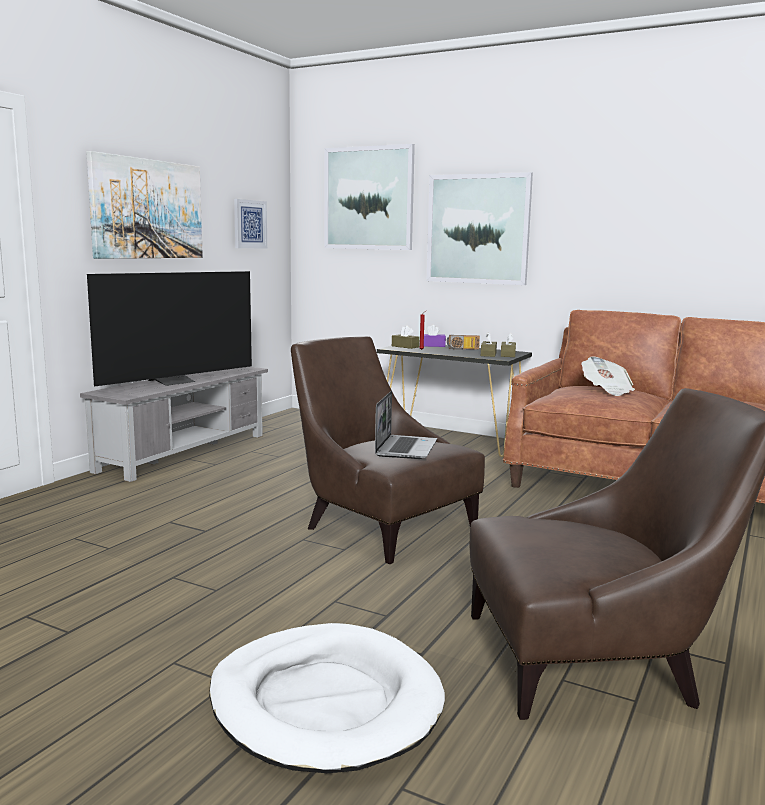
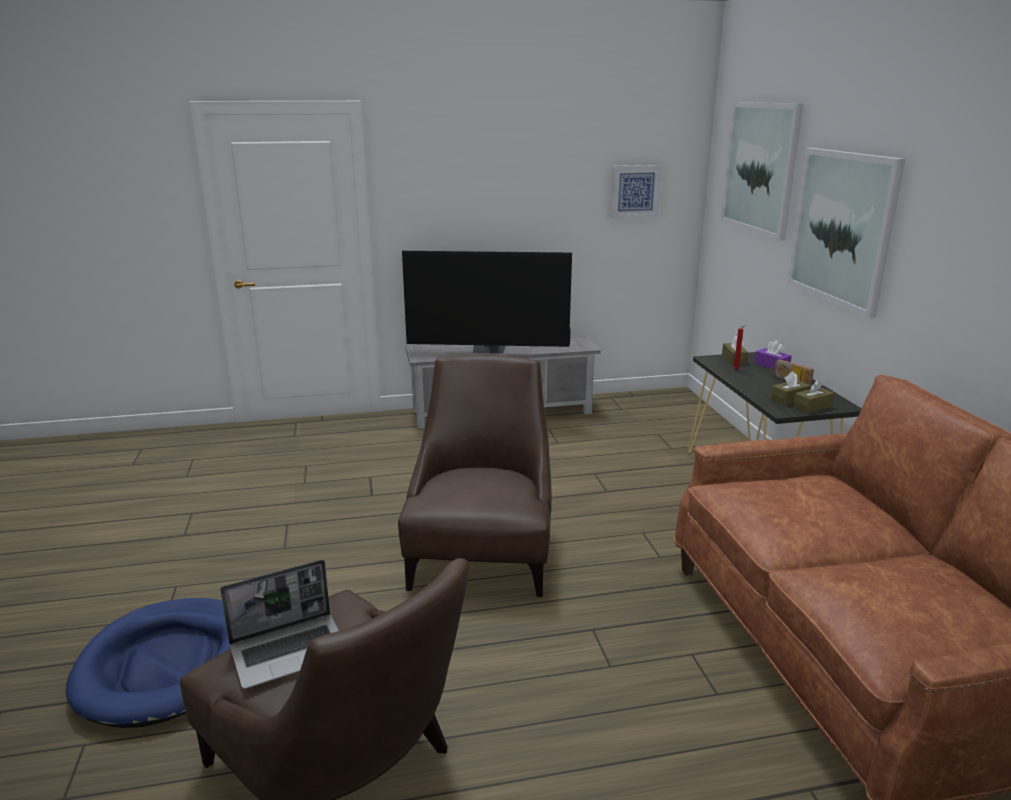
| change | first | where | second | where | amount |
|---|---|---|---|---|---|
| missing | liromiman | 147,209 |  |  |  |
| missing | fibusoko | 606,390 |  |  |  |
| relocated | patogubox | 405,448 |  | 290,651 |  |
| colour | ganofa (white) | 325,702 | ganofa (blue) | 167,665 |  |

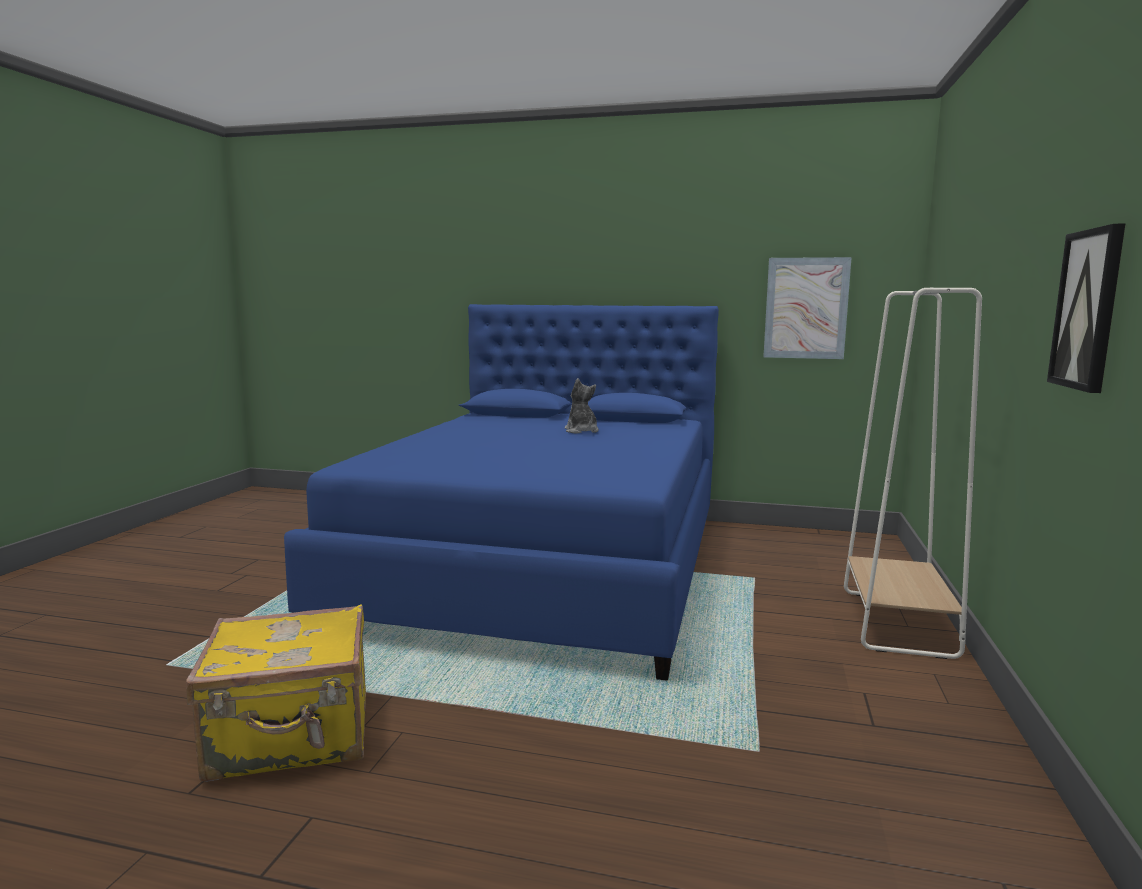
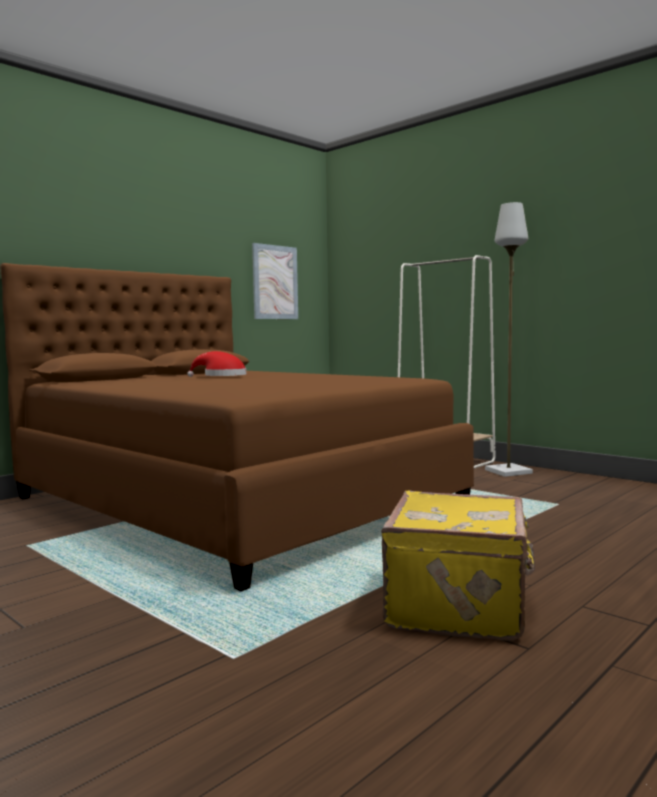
| change | first | where | second | where | amount |
|---|---|---|---|---|---|
| missing | liromiman | 1088,309 |  |  |  |
| appeared |  |  | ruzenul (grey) | 509,472 |  |
| exchanged | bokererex | 581,431 | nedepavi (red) | 221,376 |  |
| colour | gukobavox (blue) | 544,566 | gukobavox (brown) | 234,501 |  |

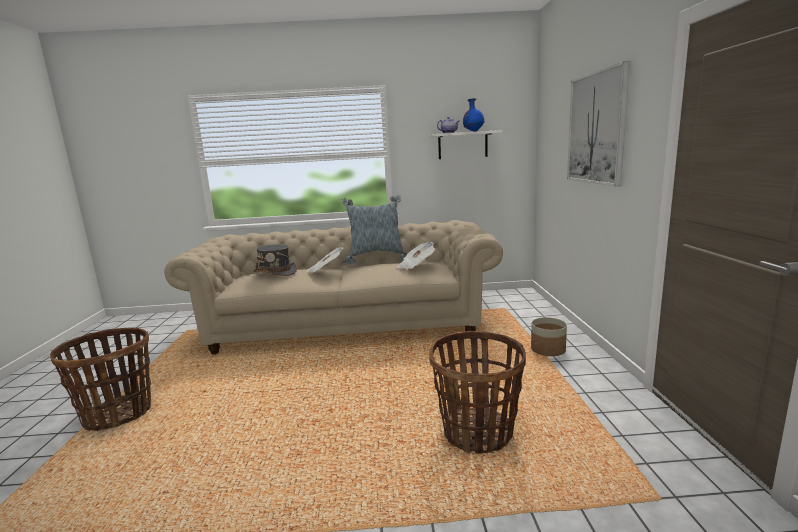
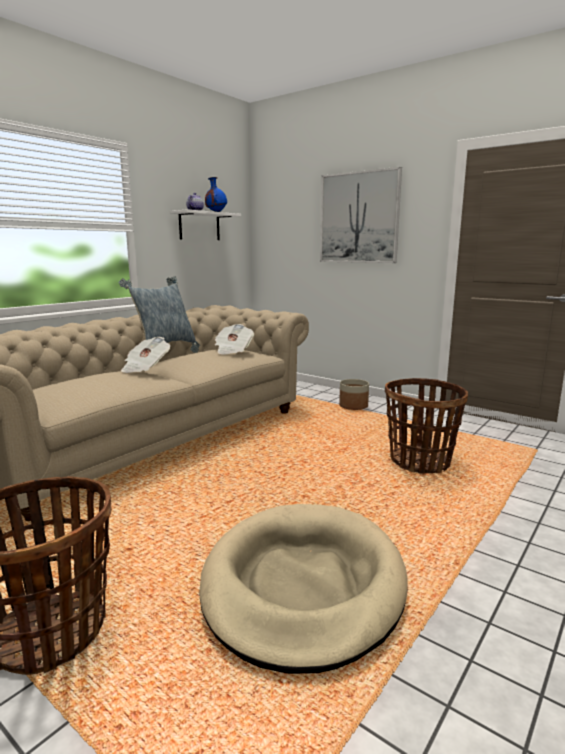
| change | first | where | second | where | amount |
|---|---|---|---|---|---|
| missing | nedepavi (grey) | 276,273 |  |  |  |
| appeared |  |  | ganofa (beige) | 303,585 |  |

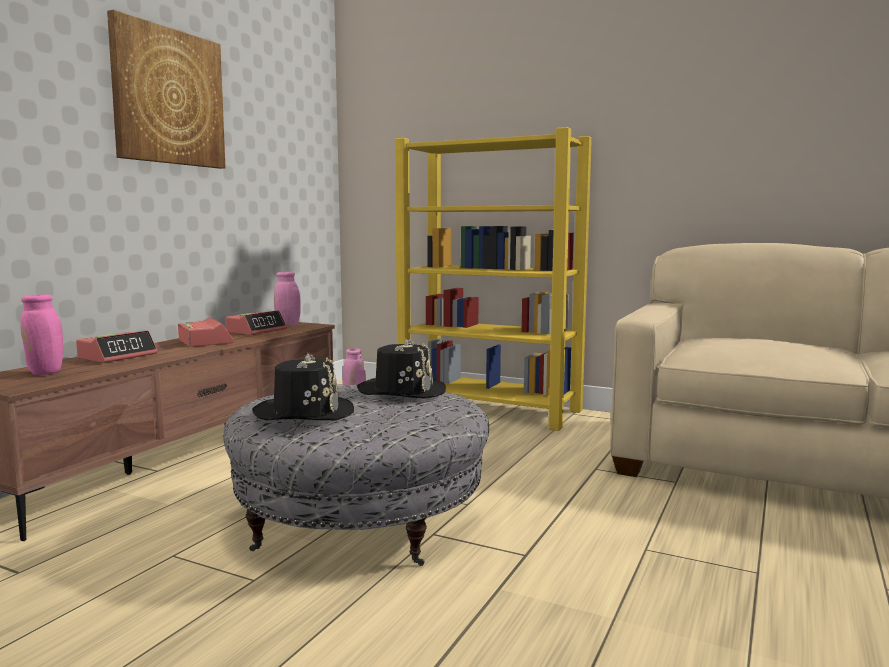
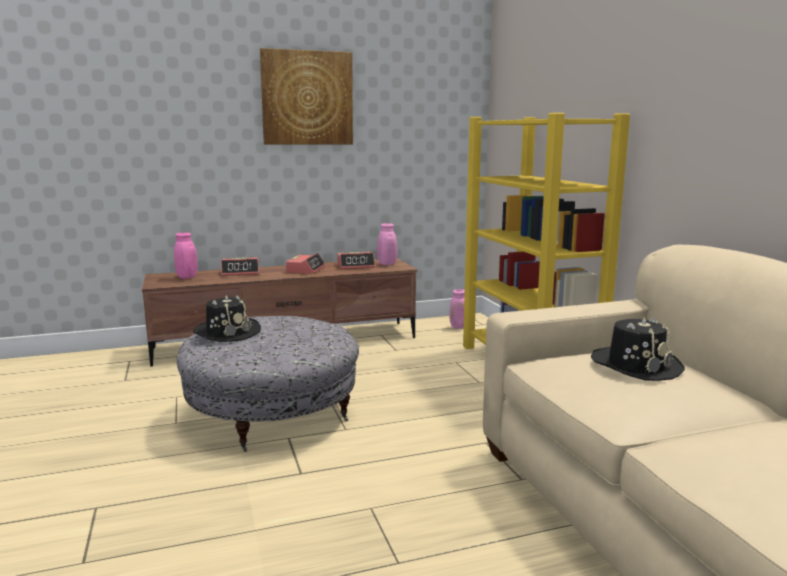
| change | first | where | second | where | amount |
|---|---|---|---|---|---|
| relocated | nedepavi (black) | 402,391 |  | 635,365 |  |

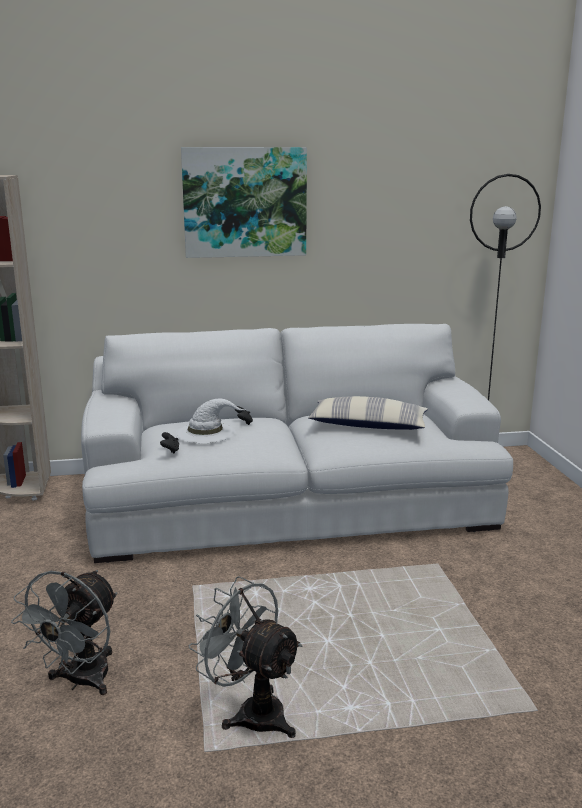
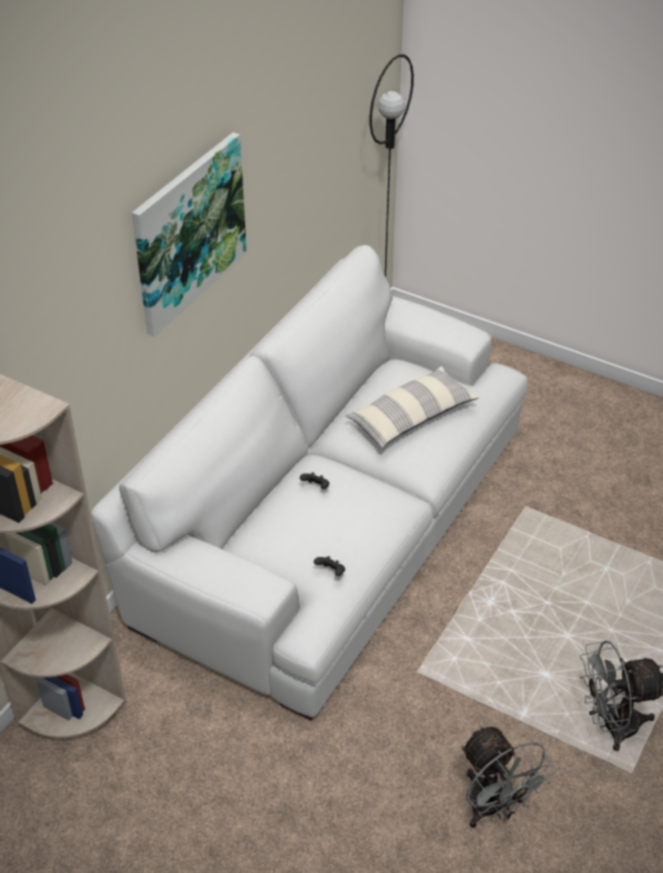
| change | first | where | second | where | amount |
|---|---|---|---|---|---|
| missing | nedepavi (white) | 206,432 |  |  |  |

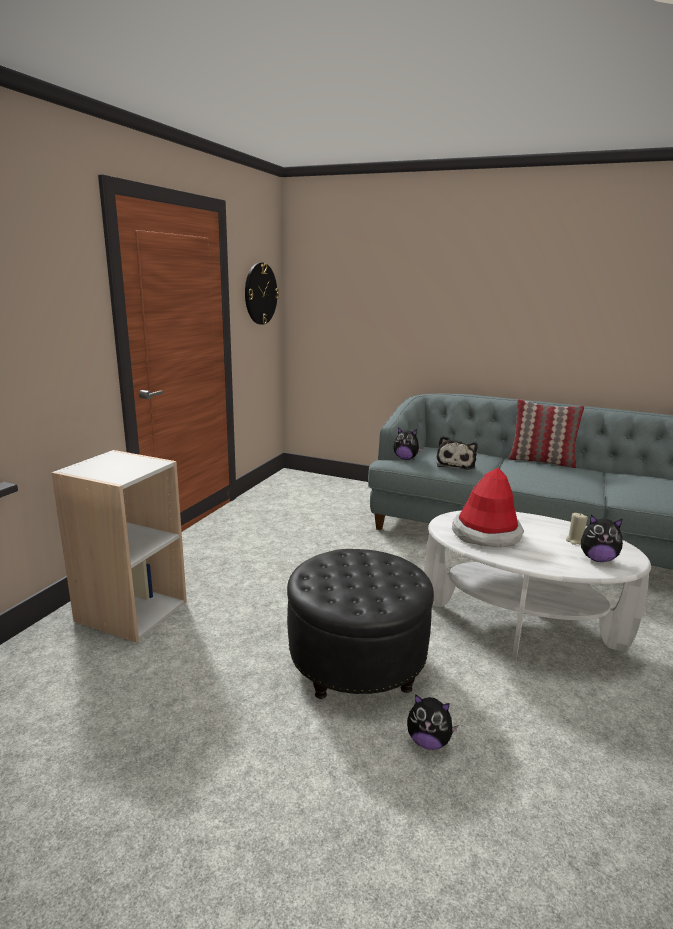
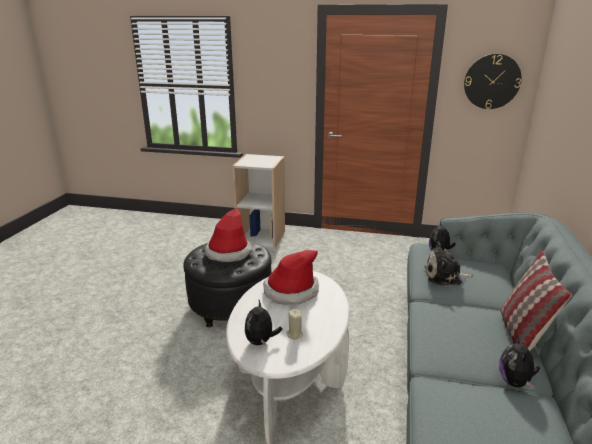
| change | first | where | second | where | amount |
|---|---|---|---|---|---|
| appeared |  |  | nedepavi | 228,253 |  |
| relocated | bokererex | 428,741 |  | 515,382 |  |

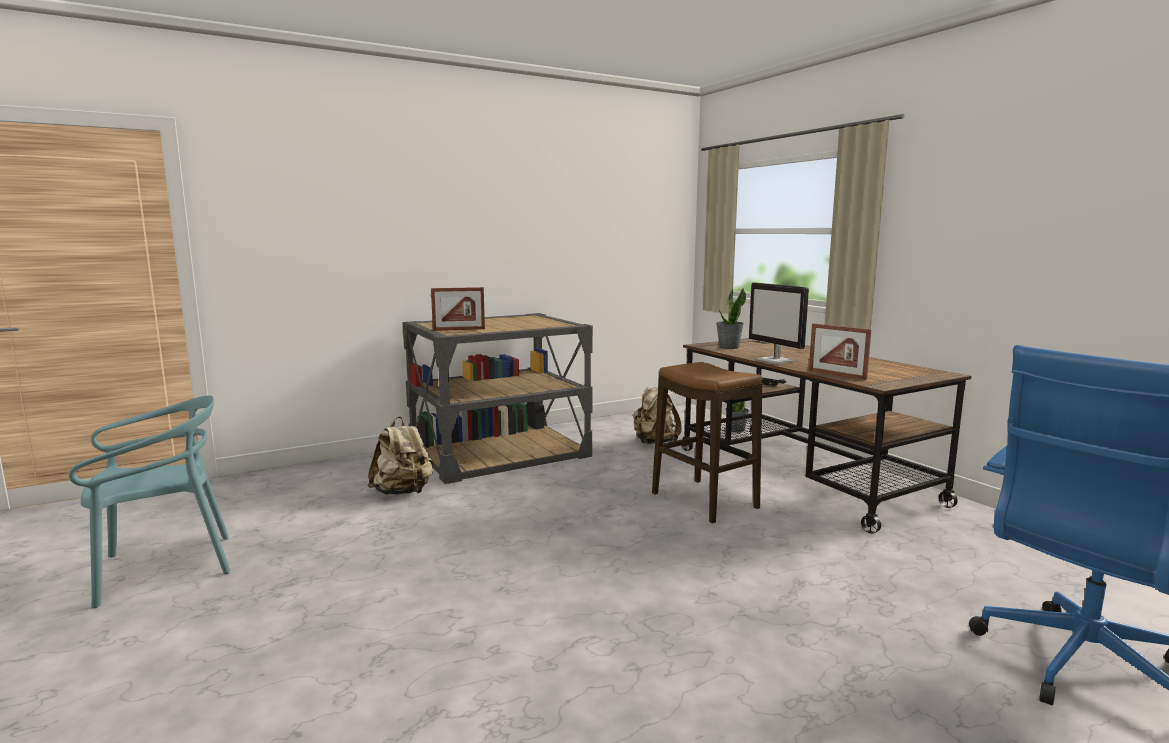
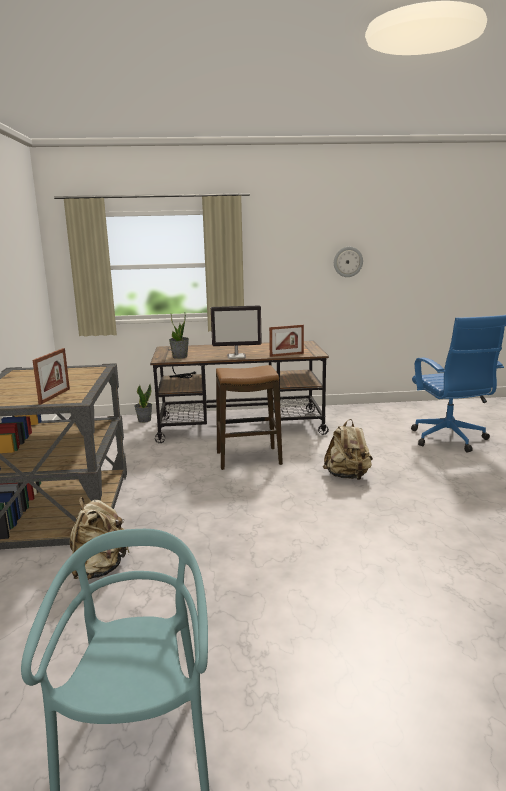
| change | first | where | second | where | amount |
|---|---|---|---|---|---|
| appeared |  |  | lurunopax | 348,261 |  |
| relocated | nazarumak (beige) | 654,443 |  | 348,476 |  |

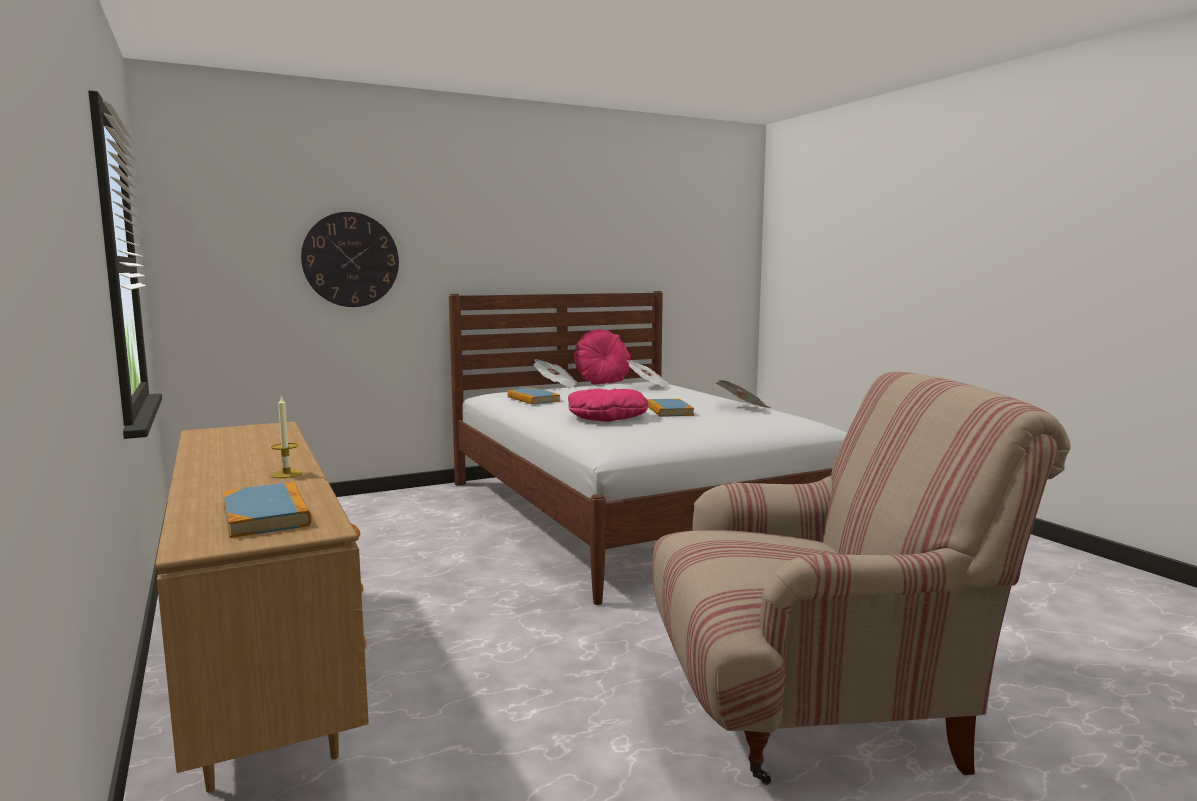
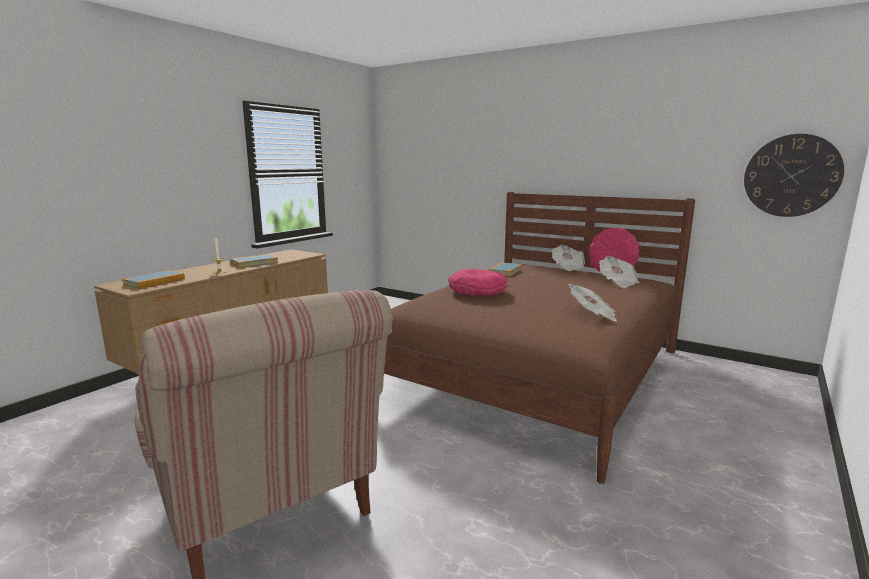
| change | first | where | second | where | amount |
|---|---|---|---|---|---|
| relocated | lurunopax | 351,259 |  | 791,176 |  |
| relocated | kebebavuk | 669,410 |  | 254,263 |  |
| colour | gukobavox (white) | 635,512 | gukobavox (brown) | 537,374 |  |

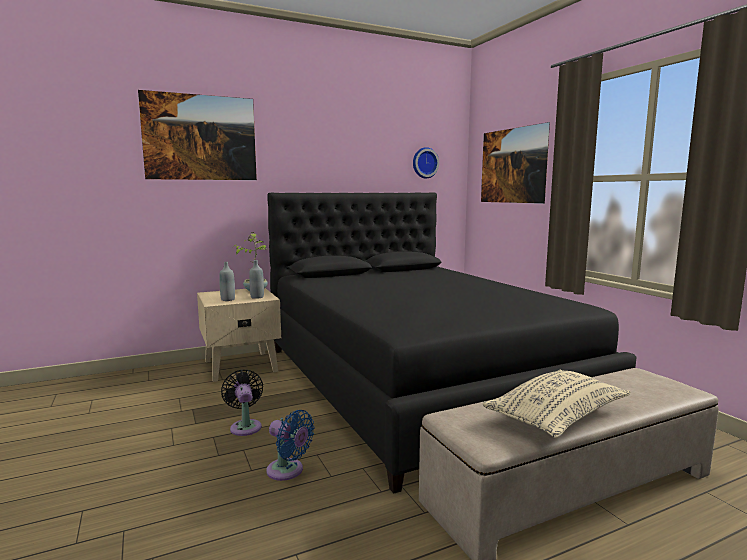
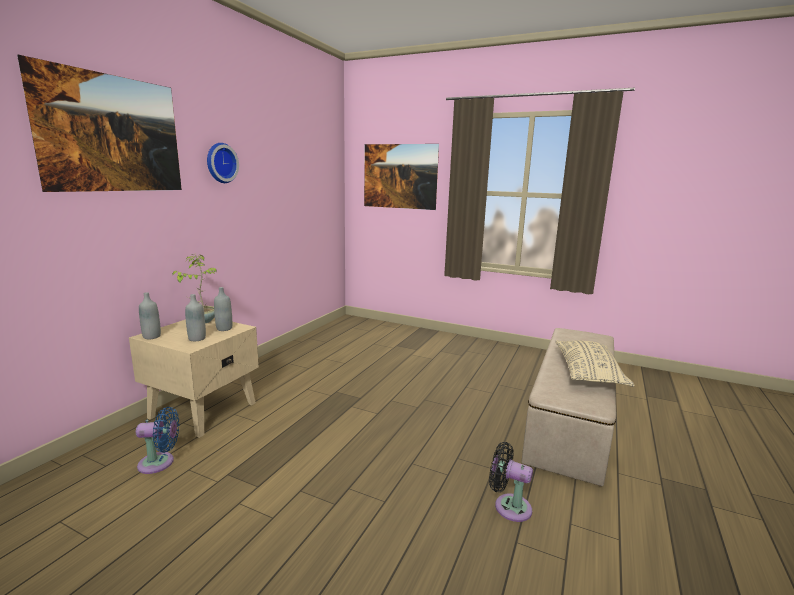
| change | first | where | second | where | amount |
|---|---|---|---|---|---|
| missing | gukobavox (black) | 417,381 |  |  |  |
| appeared |  |  | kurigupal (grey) | 152,336 |  |
| relocated | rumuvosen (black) | 245,426 |  | 509,506 |  |
| relocated | rumuvosen (blue) | 288,471 |  | 160,463 |  |
| relocated | lurunopax | 424,163 |  | 220,163 |  |

